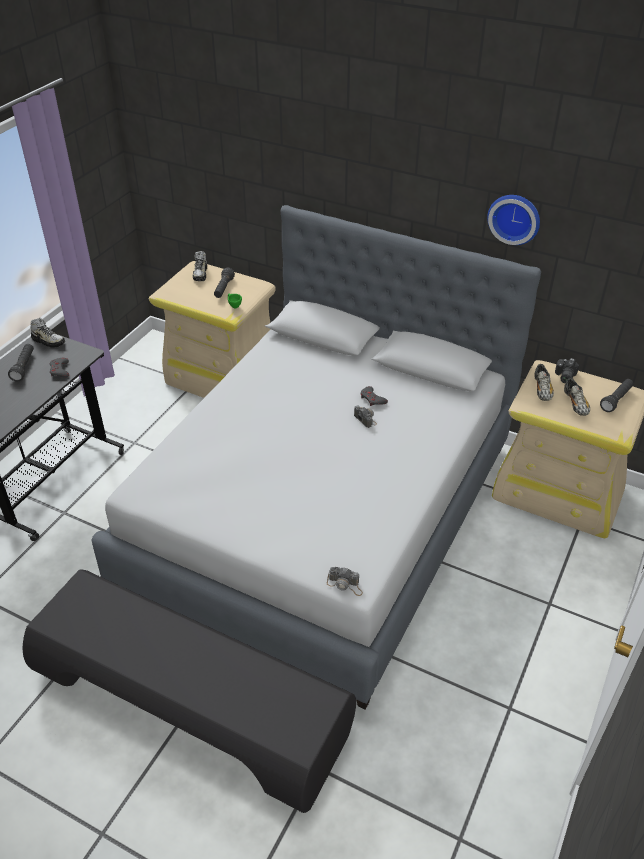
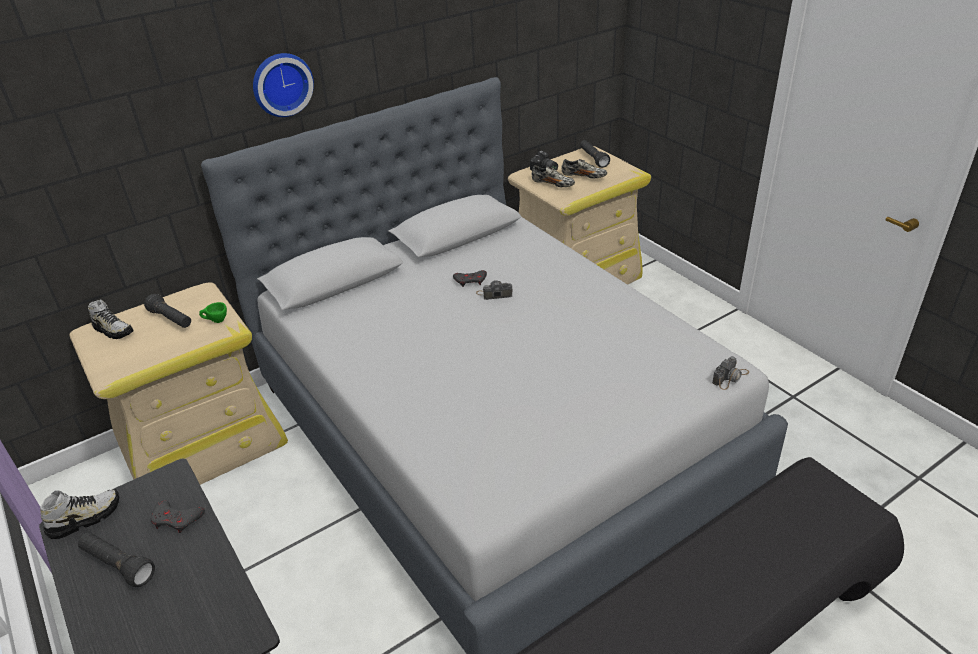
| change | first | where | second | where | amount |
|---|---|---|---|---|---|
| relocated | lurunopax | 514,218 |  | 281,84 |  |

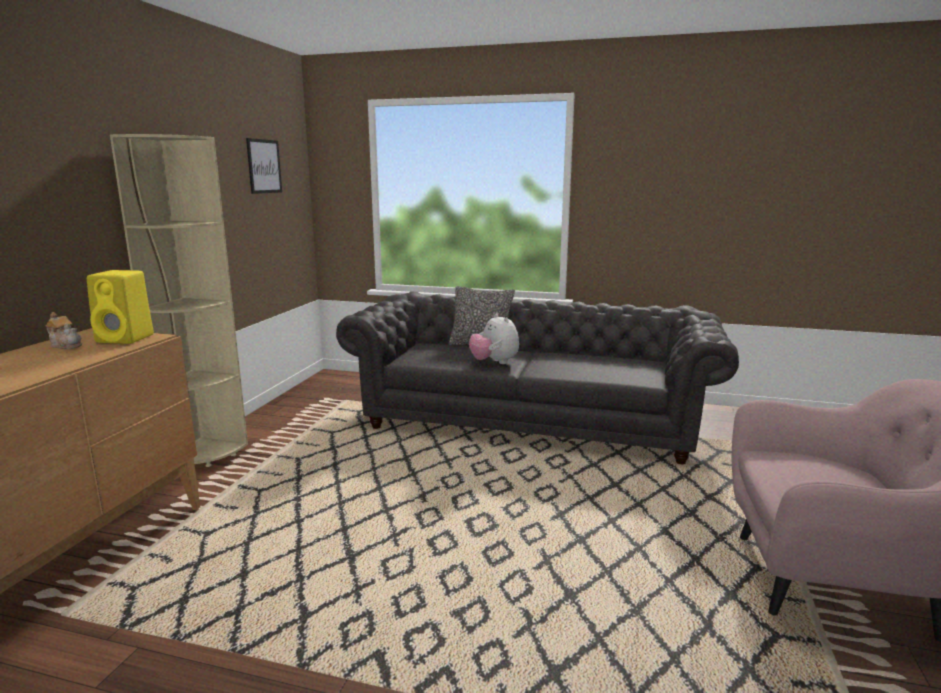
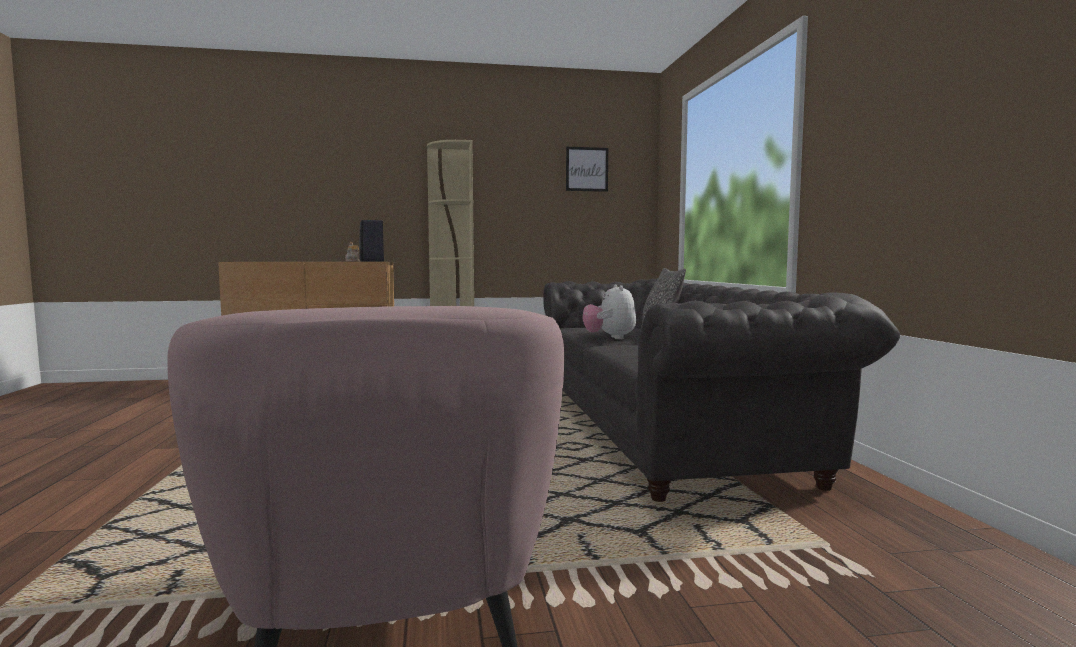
| change | first | where | second | where | amount |
|---|---|---|---|---|---|
| colour | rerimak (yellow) | 127,338 | rerimak (black) | 372,261 |  |
| spun | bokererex | 494,362 |  | 610,338 | 45 degrees counterclockwise |

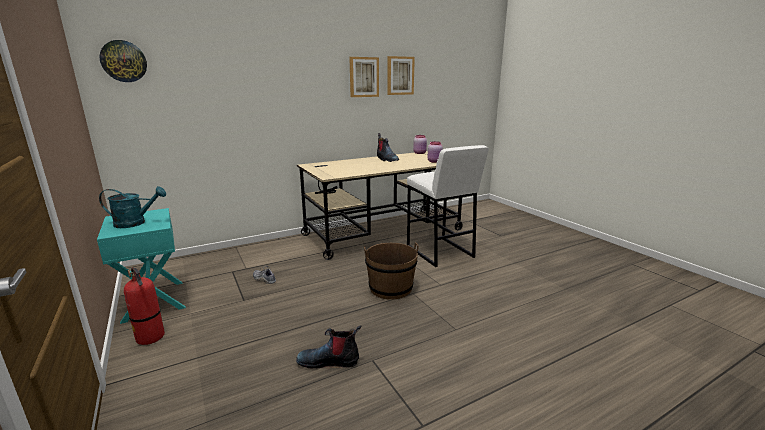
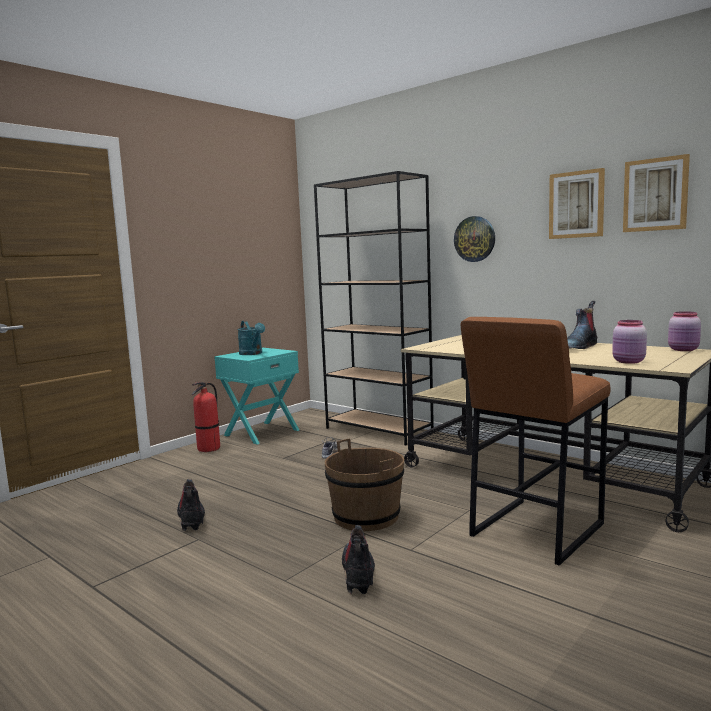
| change | first | where | second | where | amount |
|---|---|---|---|---|---|
| appeared |  |  | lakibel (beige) | 379,430 |  |
| appeared |  |  | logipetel | 359,574 |  |
| relocated | lurunopax | 124,61 |  | 474,239 |  |
| colour | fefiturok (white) | 440,252 | fefiturok (brown) | 535,531 |  |

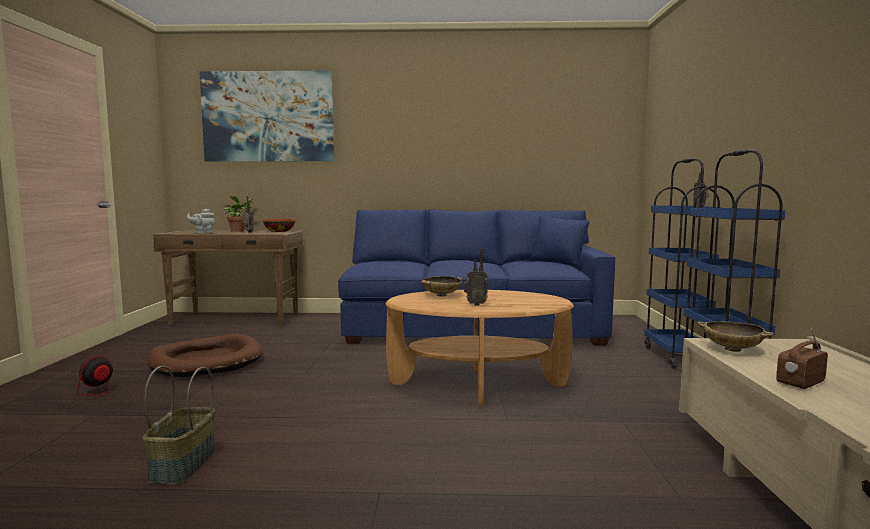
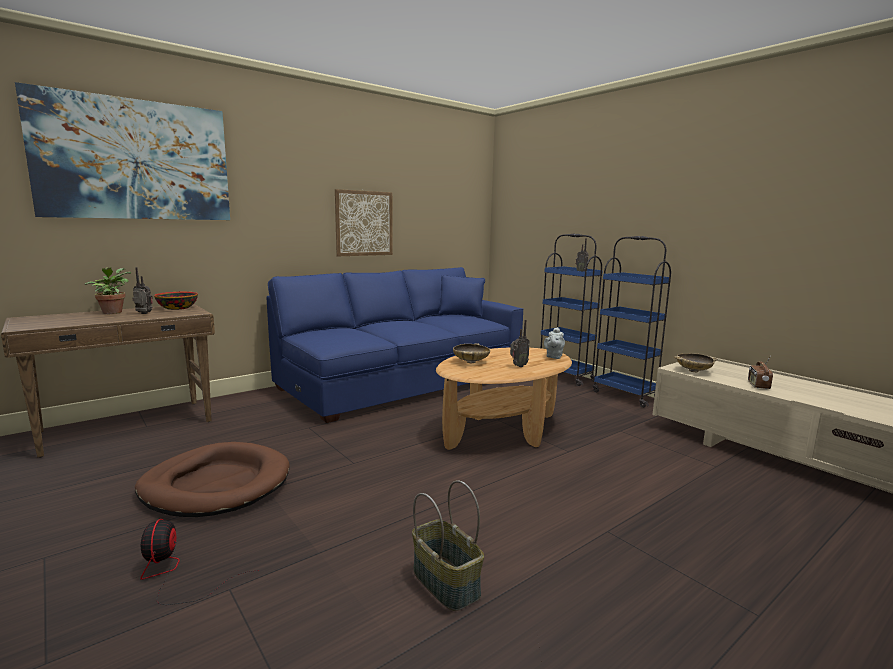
| change | first | where | second | where | amount |
|---|---|---|---|---|---|
| appeared |  |  | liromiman | 364,222 |  |
| relocated | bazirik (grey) | 203,233 |  | 553,356 |  |

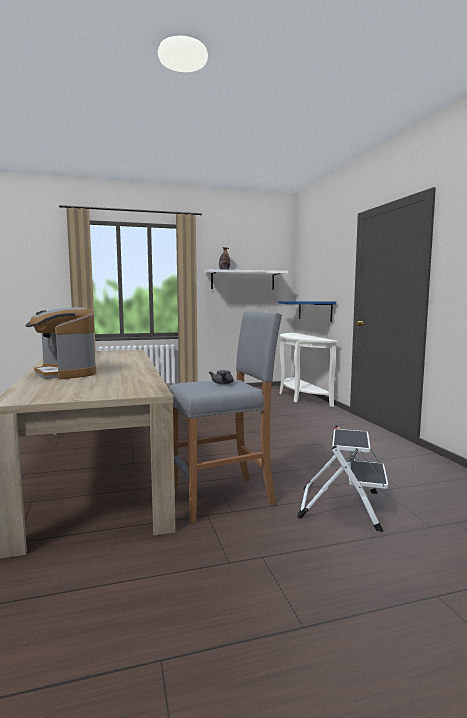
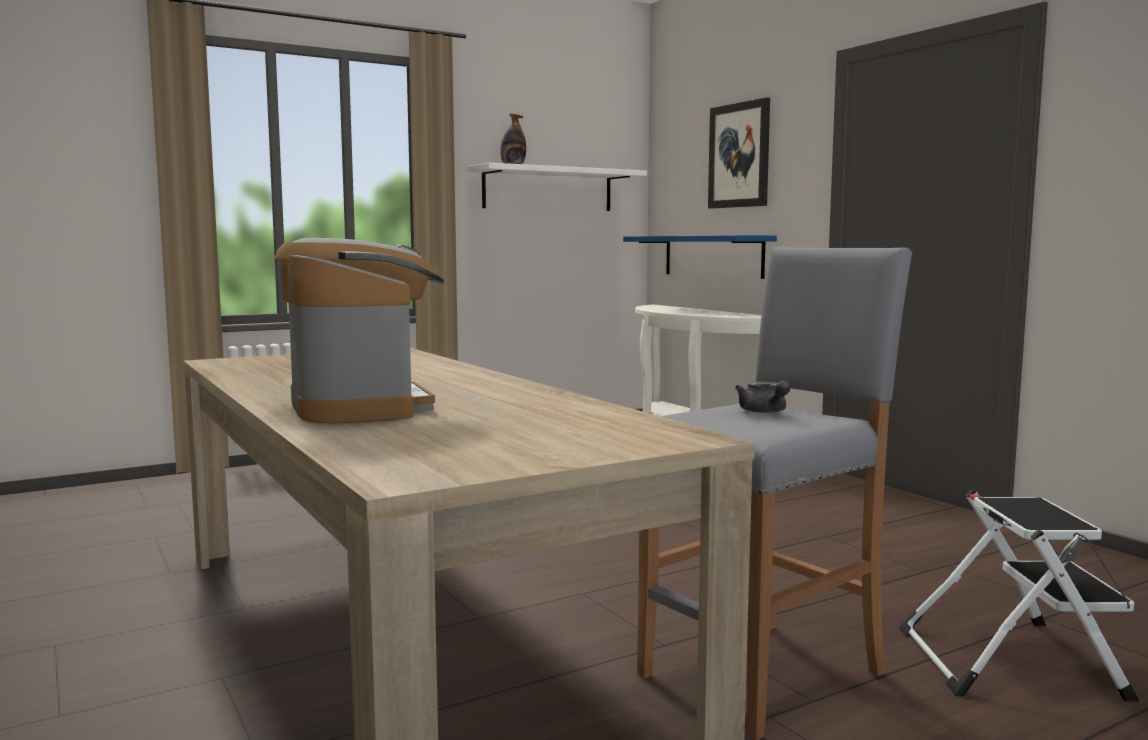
| change | first | where | second | where | amount |
|---|---|---|---|---|---|
| appeared |  |  | liromiman | 739,155 |  |
| spun | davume | 65,373 |  | 362,407 | 150 degrees counterclockwise |

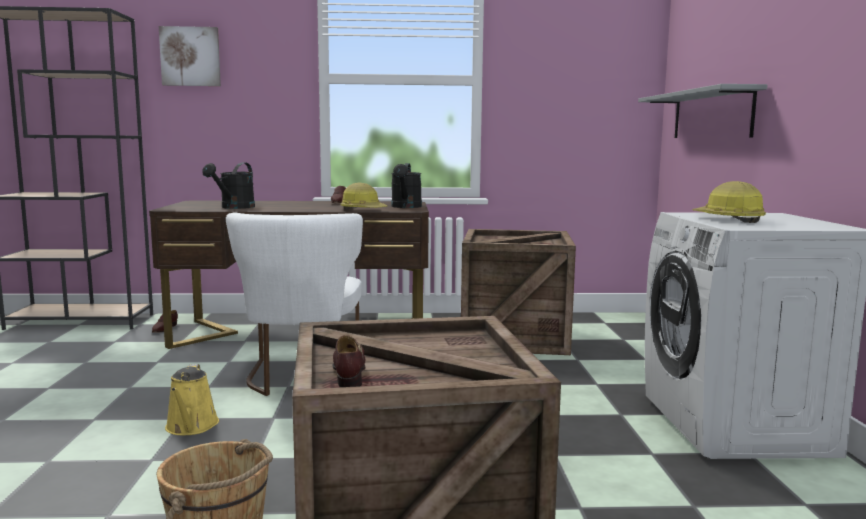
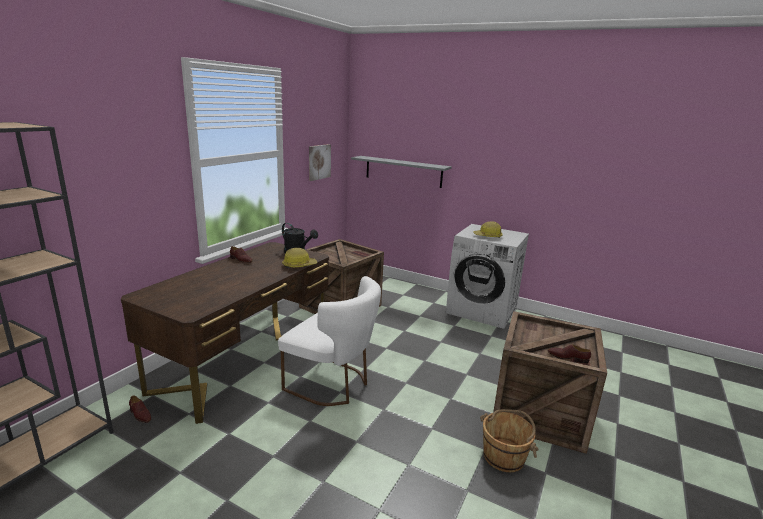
| change | first | where | second | where | amount |
|---|---|---|---|---|---|
| missing | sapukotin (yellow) | 191,427 |  |  |  |
| missing | sapukotin (black) | 234,207 |  |  |  |
| relocated | liromiman | 190,56 |  | 319,162 |  |

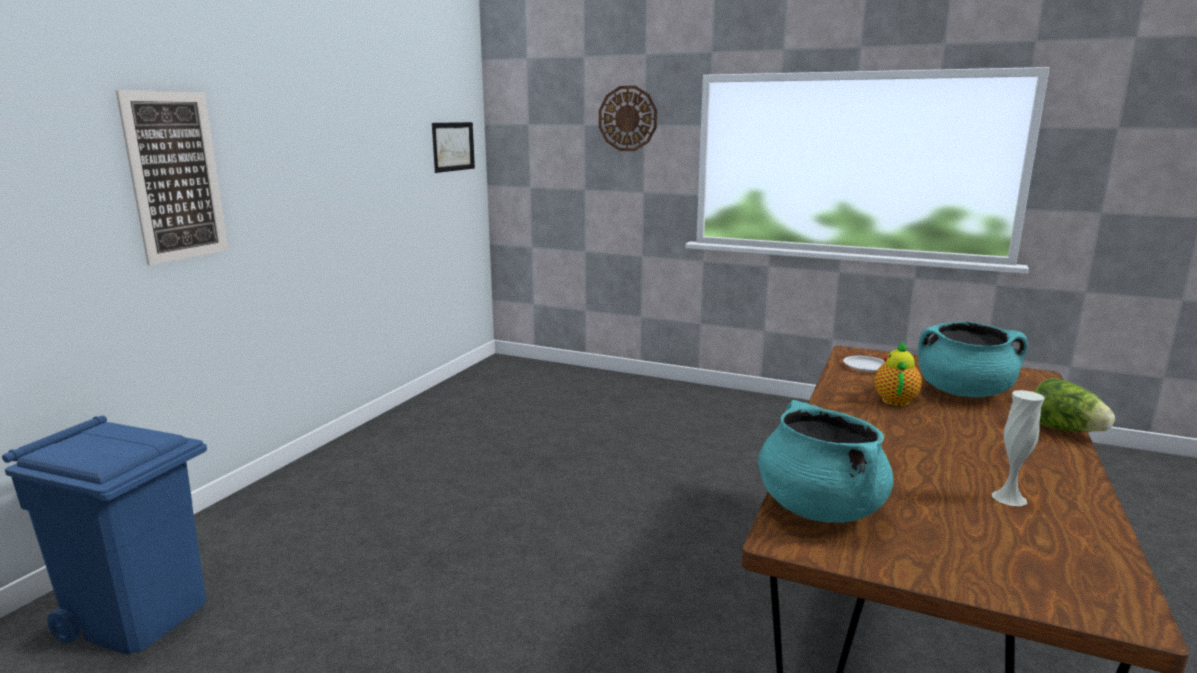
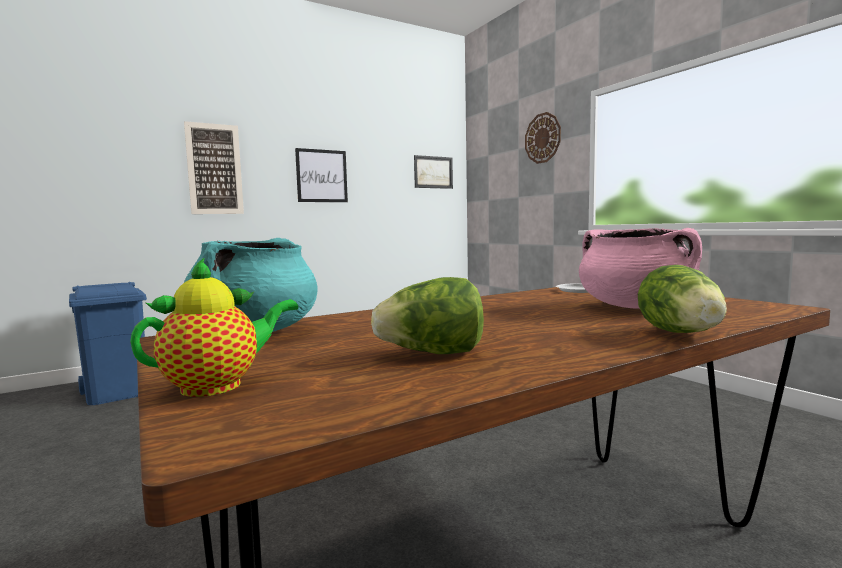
| change | first | where | second | where | amount |
|---|---|---|---|---|---|
| appeared |  |  | liromiman | 322,176 |  |
| relocated | bazirik | 895,399 |  | 219,385 |  |
| exchanged | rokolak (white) | 1009,498 | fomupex | 432,354 |  |
| colour | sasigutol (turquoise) | 963,392 | sasigutol (pink) | 635,307 |  |

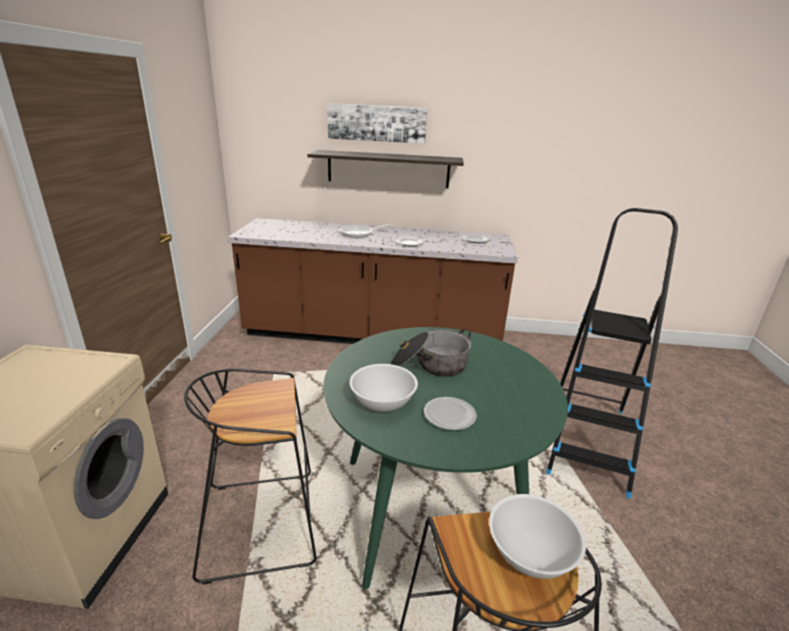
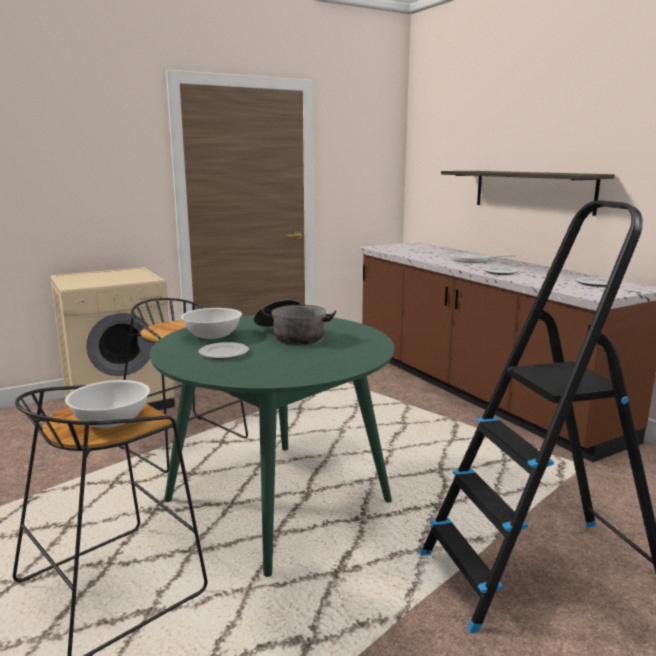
| change | first | where | second | where | amount |
|---|---|---|---|---|---|
| missing | liromiman | 377,123 |  |  |  |

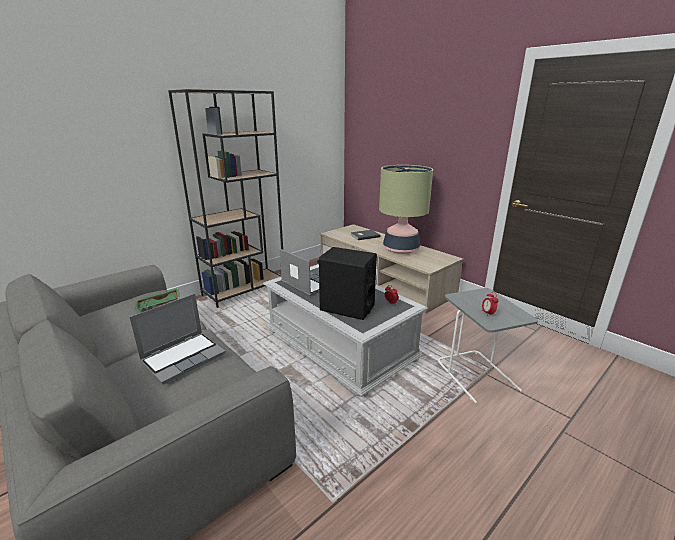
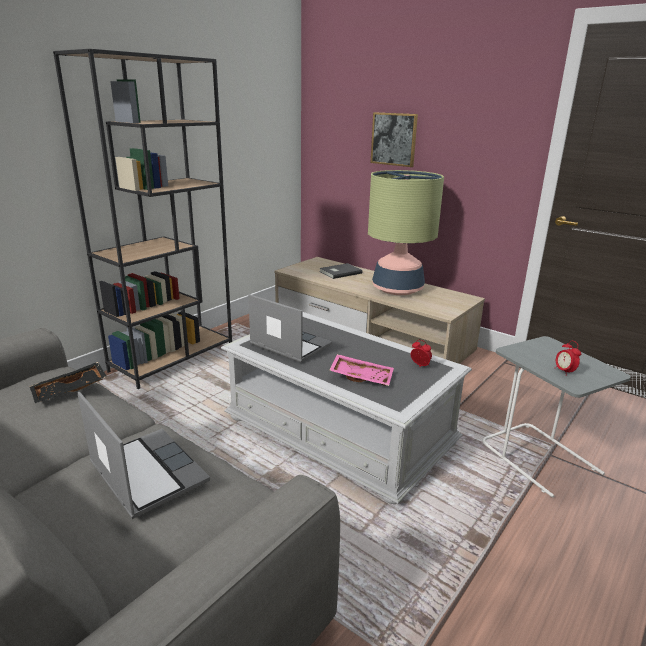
| change | first | where | second | where | amount |
|---|---|---|---|---|---|
| appeared |  |  | liromiman | 394,139 |  |
| exchanged | rerimak (black) | 347,308 | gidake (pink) | 361,376 |  |
| colour | gidake (green) | 158,304 | gidake (black) | 70,391 |  |
| spun | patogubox | 184,357 |  | 146,473 | 75 degrees counterclockwise |

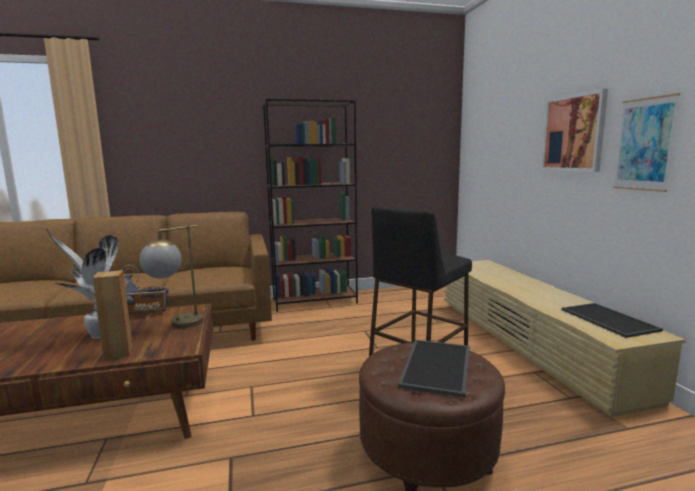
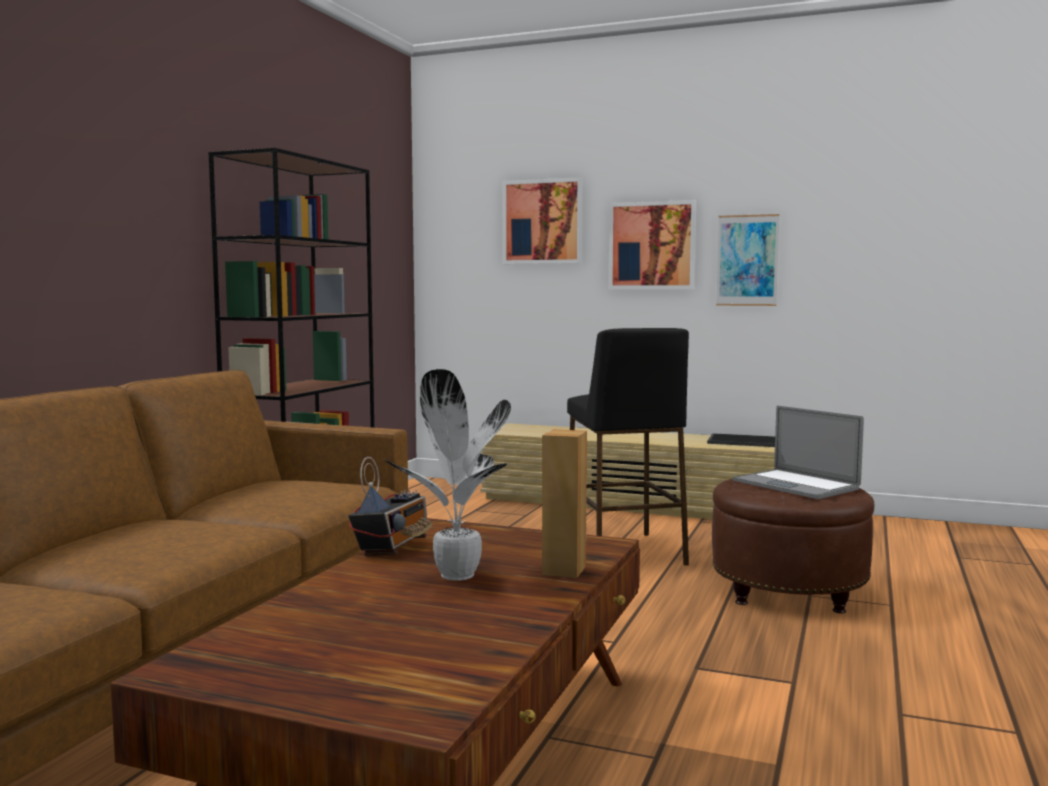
| change | first | where | second | where | amount |
|---|---|---|---|---|---|
| missing | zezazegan | 176,326 |  |  |  |
| appeared |  |  | liromiman | 543,222 |  |
| exchanged | gidake | 438,367 | patogubox | 795,485 |  |

